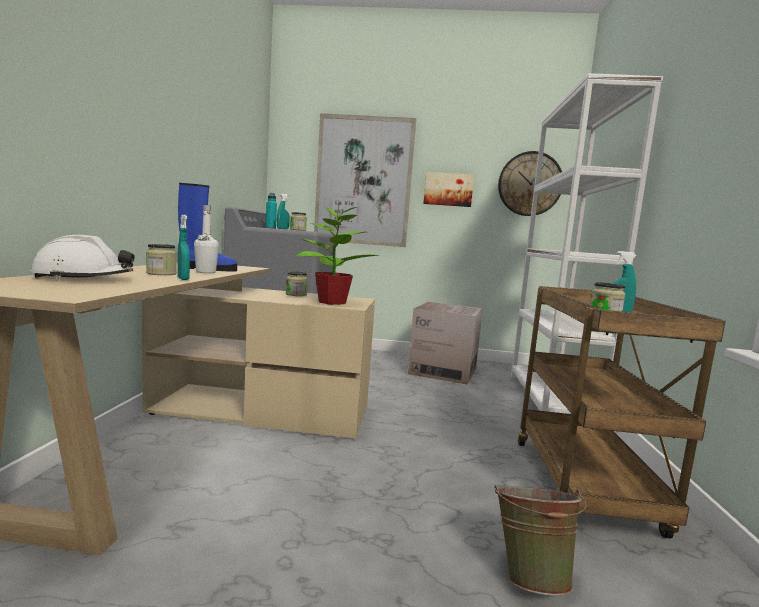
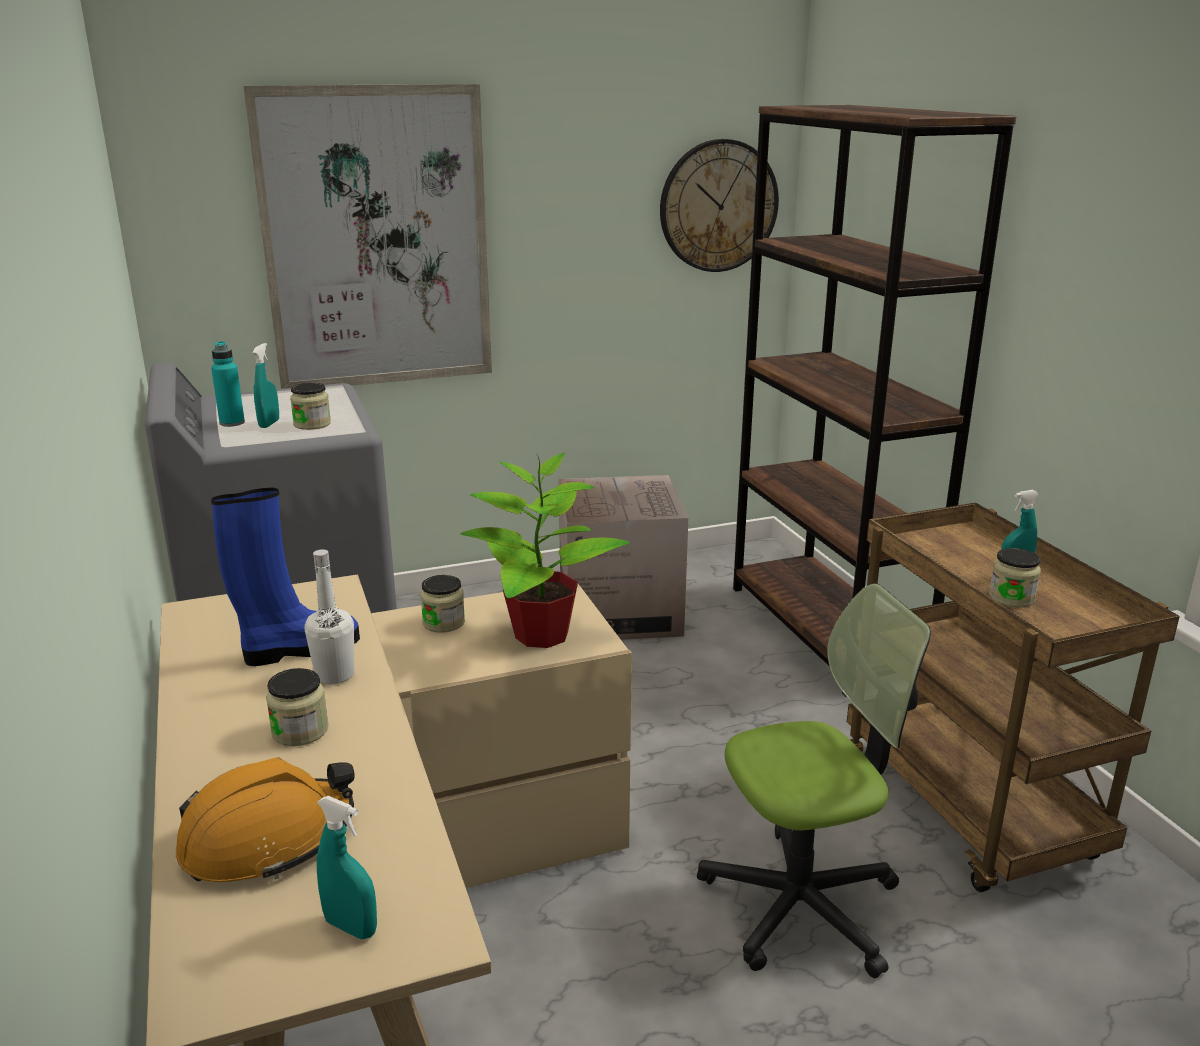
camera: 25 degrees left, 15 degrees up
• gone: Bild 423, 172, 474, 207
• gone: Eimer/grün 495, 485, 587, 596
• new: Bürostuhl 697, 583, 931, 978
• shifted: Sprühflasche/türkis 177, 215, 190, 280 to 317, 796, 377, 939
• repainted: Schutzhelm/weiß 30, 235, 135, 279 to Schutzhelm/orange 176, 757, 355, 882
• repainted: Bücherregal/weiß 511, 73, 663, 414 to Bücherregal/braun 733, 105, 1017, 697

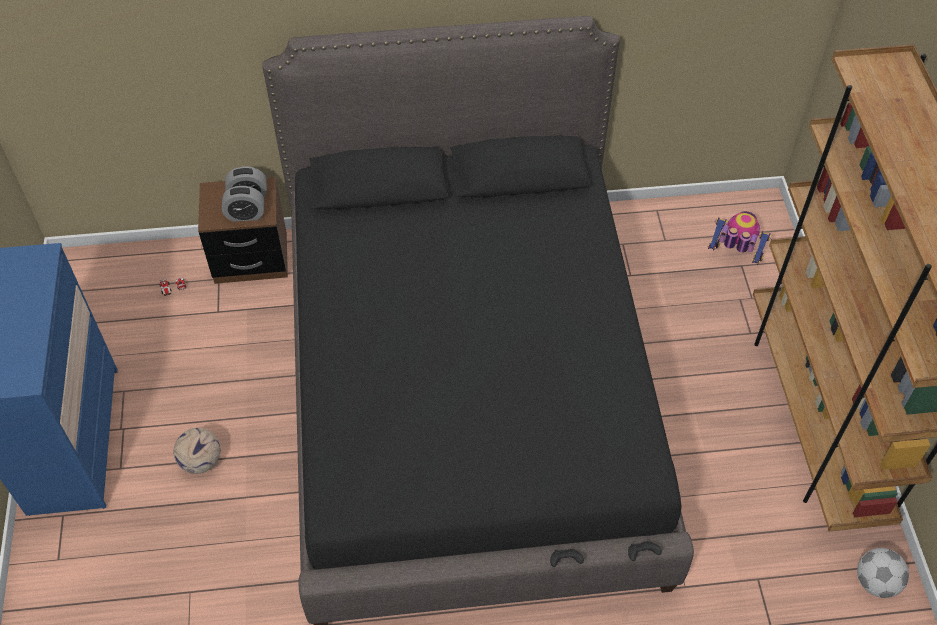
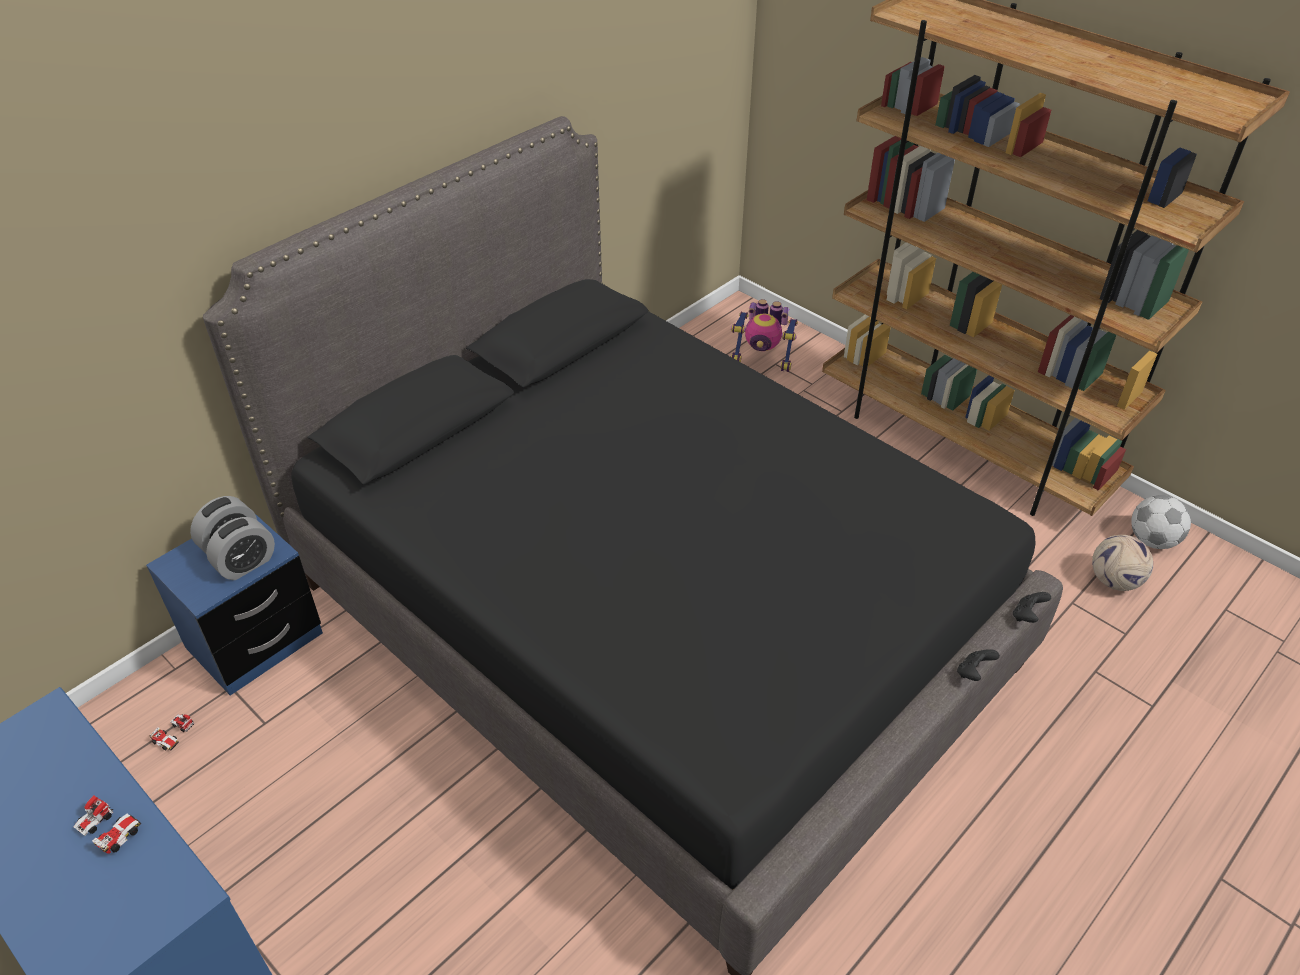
camera: 40 degrees left, 10 degrees down
• new: Spielzeugauto 73, 795, 141, 854
• shifted: Fußball 173, 428, 221, 474 to 1092, 535, 1153, 591
• repainted: Nachttisch/braun 198, 177, 288, 284 to Nachttisch/blau 146, 514, 323, 696
• rotated: Spielzeugroboter 708, 211, 772, 265 = 731, 299, 798, 372 150 degrees counterclockwise

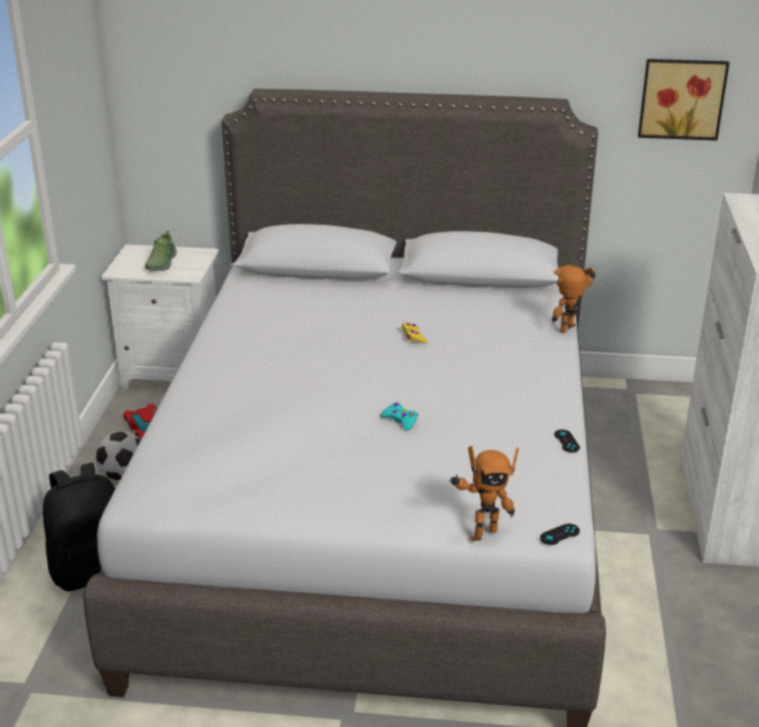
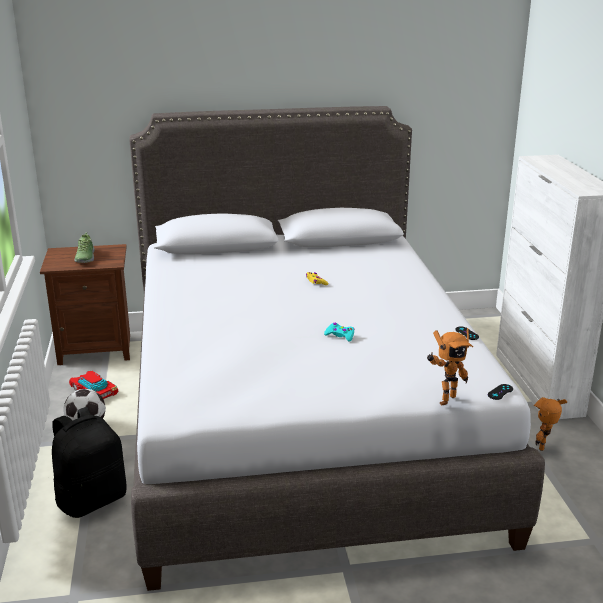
camera: 15 degrees left, 5 degrees down
• gone: Bild 638, 59, 729, 141
• shifted: Spielzeugroboter 552, 265, 595, 333 to 534, 397, 567, 451
• repainted: Nachttisch/weiß 101, 244, 219, 390 to Nachttisch/braun 40, 244, 130, 365

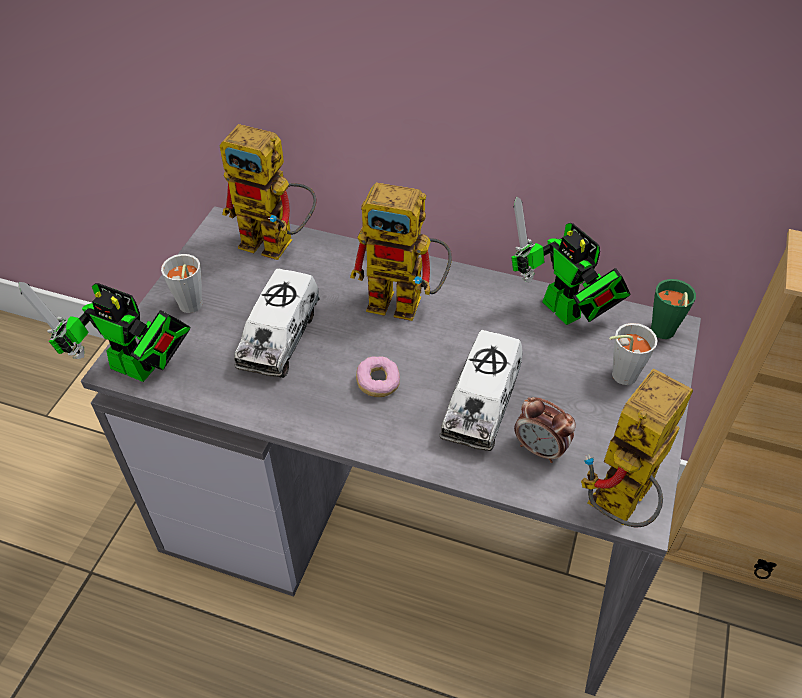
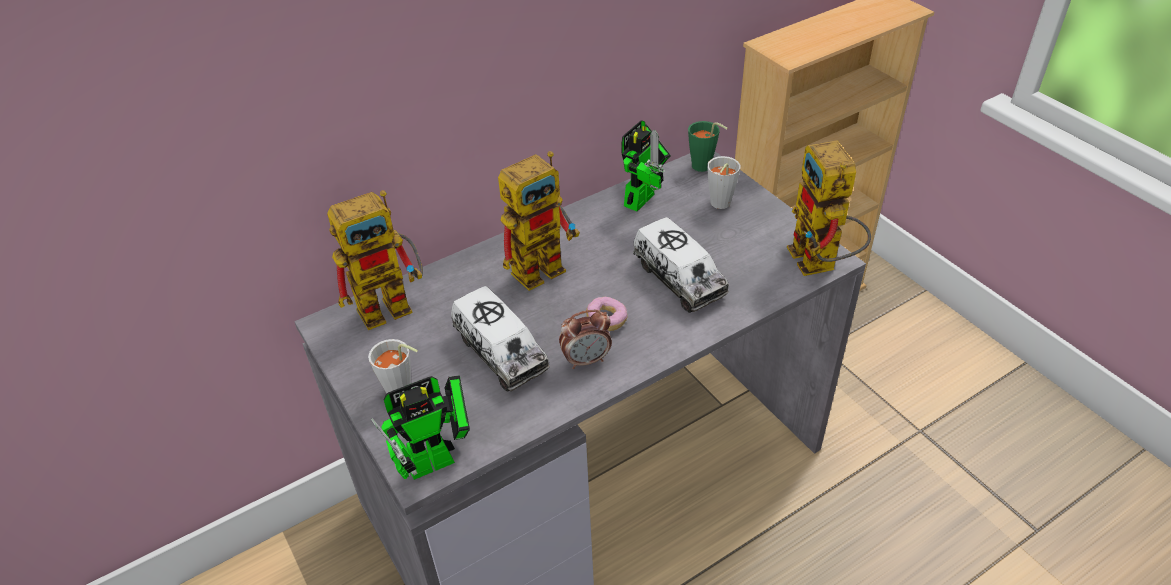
camera: 50 degrees left, 5 degrees down
• shifted: Wecker 514, 397, 576, 463 to 559, 310, 612, 369
• rotated: Spielzeugroboter 511, 196, 631, 325 = 622, 120, 671, 211 60 degrees counterclockwise

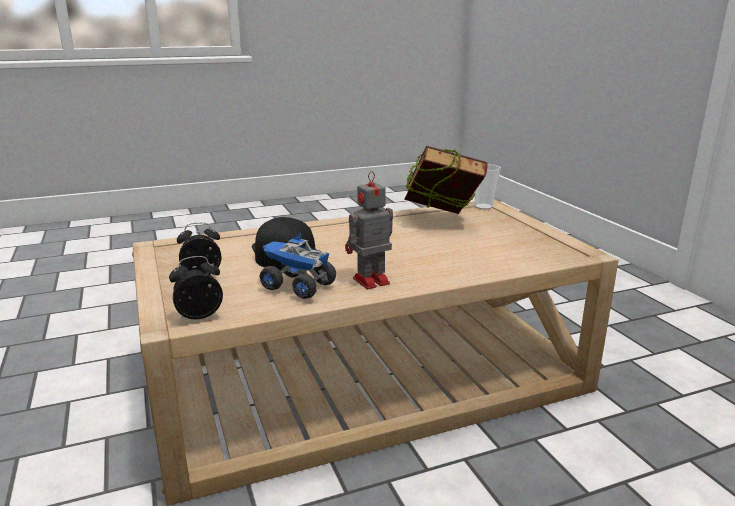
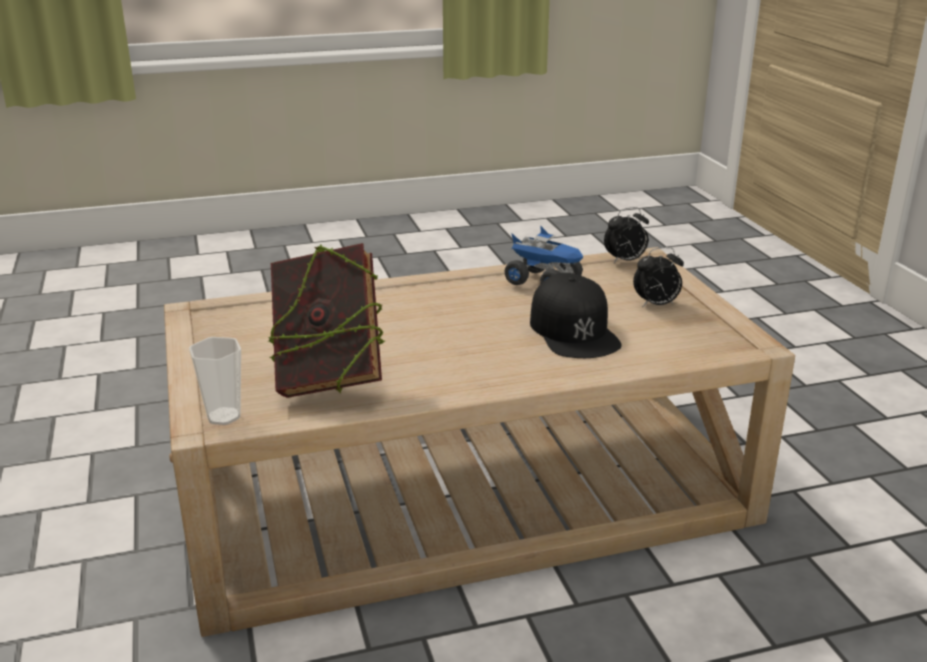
camera: 175 degrees left, 5 degrees up
• gone: Spielzeugroboter 345, 171, 393, 289

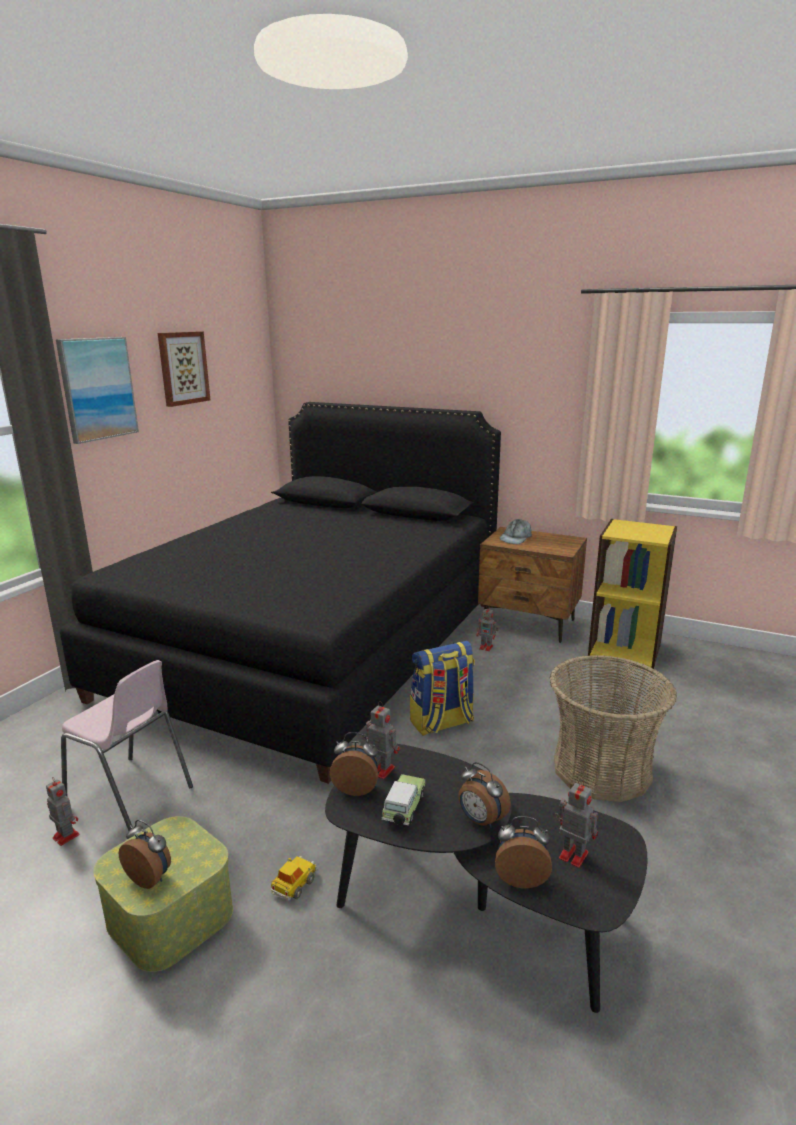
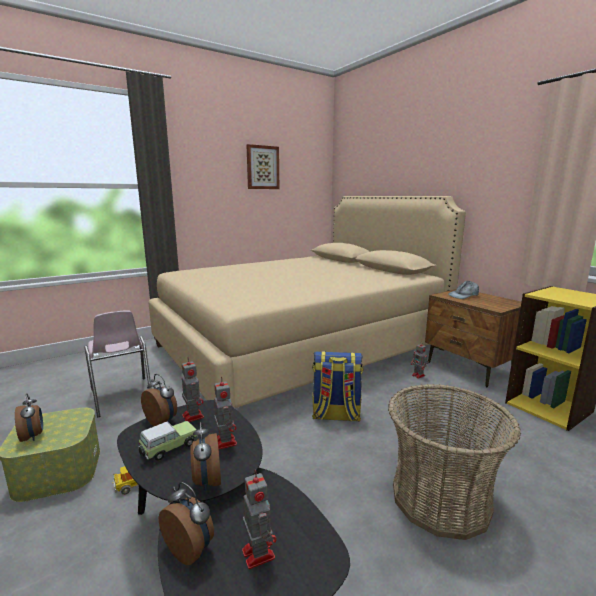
camera: 30 degrees right, 5 degrees down
• gone: Bild 56, 337, 139, 444
• shifted: Spielzeugroboter 46, 777, 80, 846 to 214, 376, 237, 449
• repainted: Bett/schwarz 59, 402, 501, 784 to Bett/beige 148, 196, 466, 408

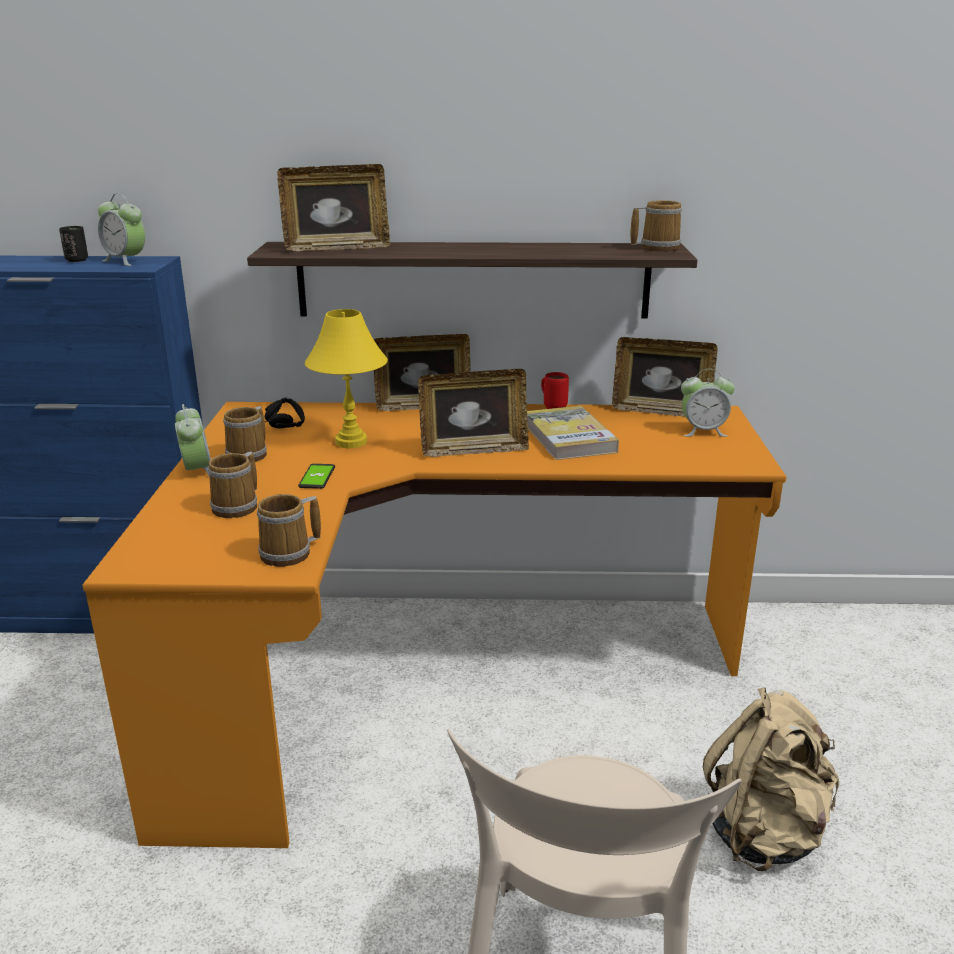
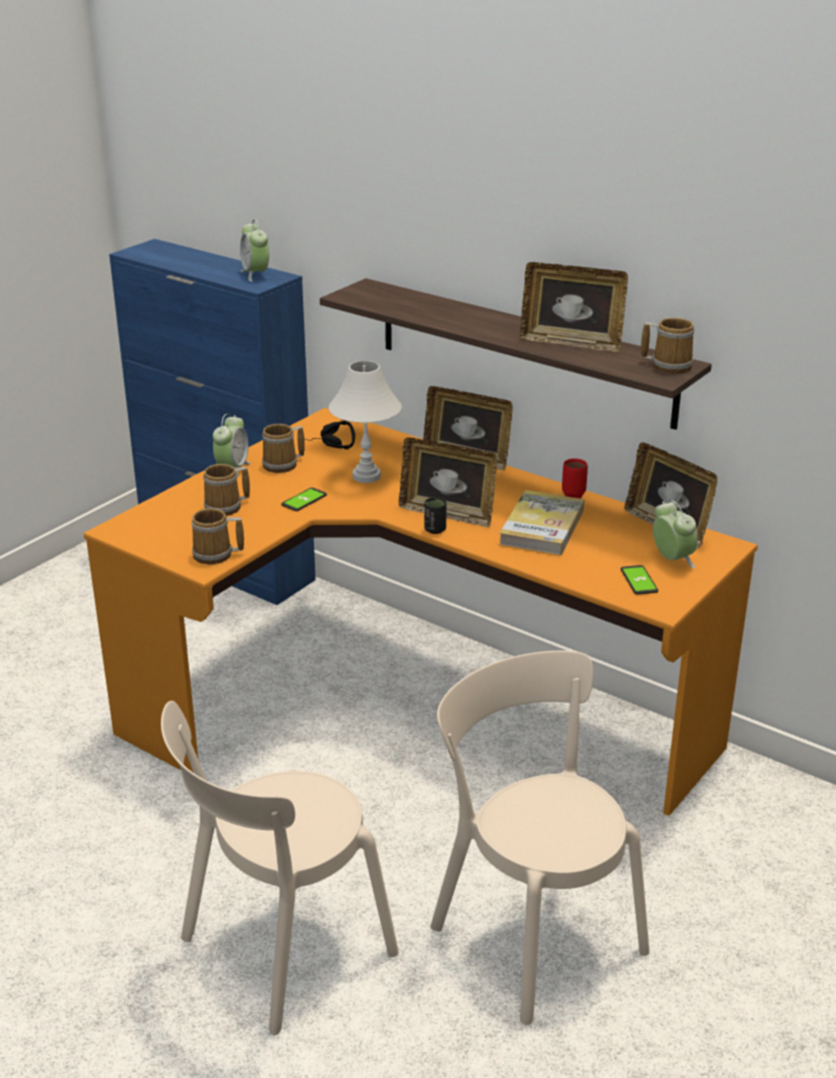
camera: 35 degrees right, 5 degrees up
• new: Handy 621, 565, 658, 595
• shifted: Tasse/schwarz 59, 226, 88, 262 to 424, 497, 446, 534
• shifted: Bilderrahmen 278, 164, 390, 251 to 520, 262, 628, 352
• swapped: Rucksack/beige 703, 687, 839, 871 to Stuhl/beige 430, 651, 650, 1025
• repainted: Tischlampe/gelb 305, 309, 388, 448 to Tischlampe/weiß 329, 361, 402, 483
• rotated: Wecker 681, 369, 735, 437 = 653, 500, 697, 568 150 degrees counterclockwise

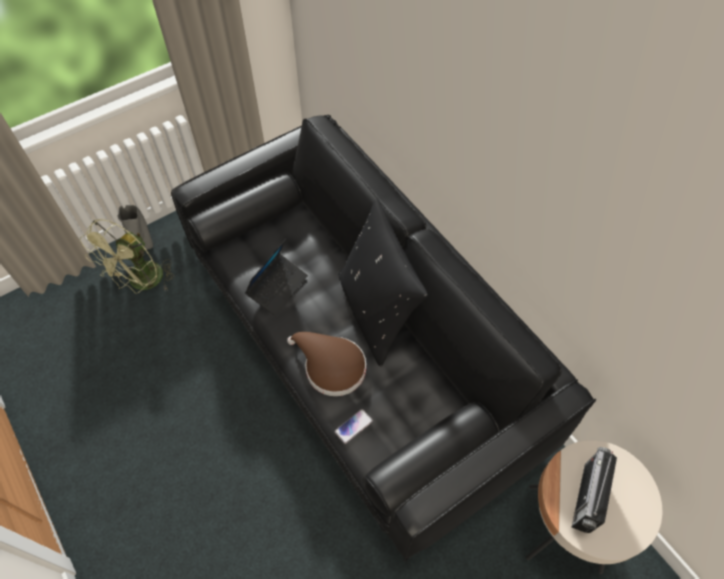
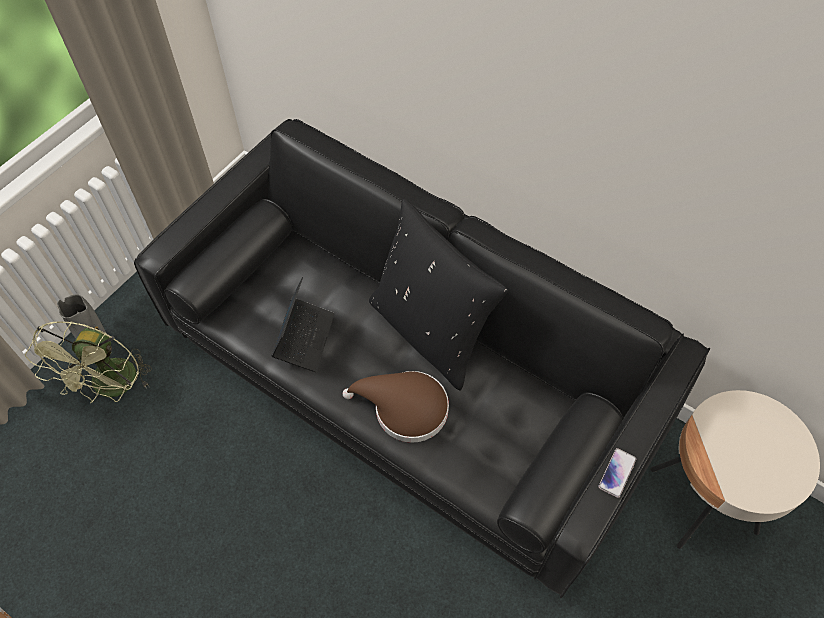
camera: 20 degrees left, 0 degrees up
• gone: Radio 572, 447, 617, 533
• shifted: Handy 335, 409, 373, 444 to 598, 448, 636, 498

